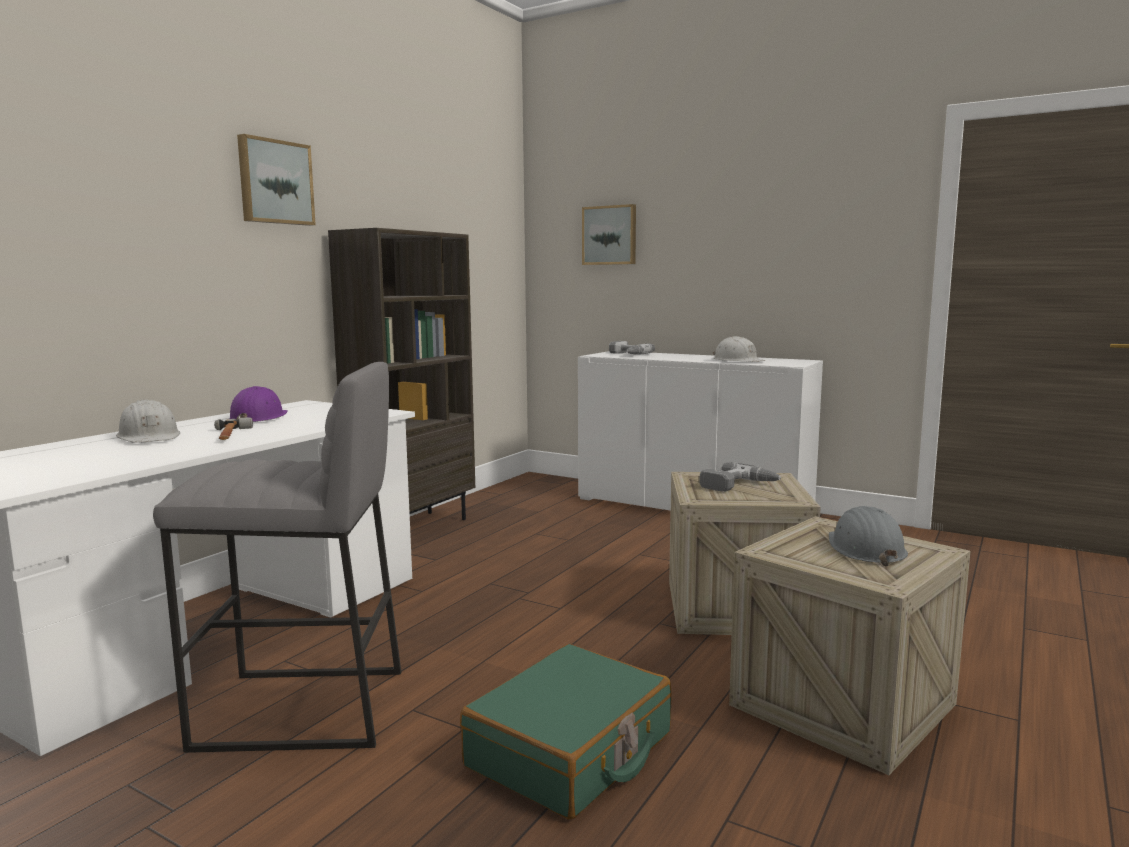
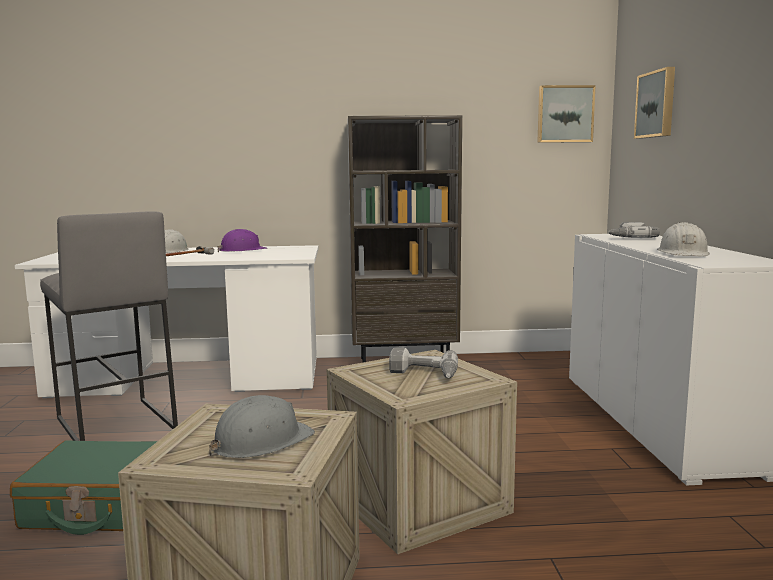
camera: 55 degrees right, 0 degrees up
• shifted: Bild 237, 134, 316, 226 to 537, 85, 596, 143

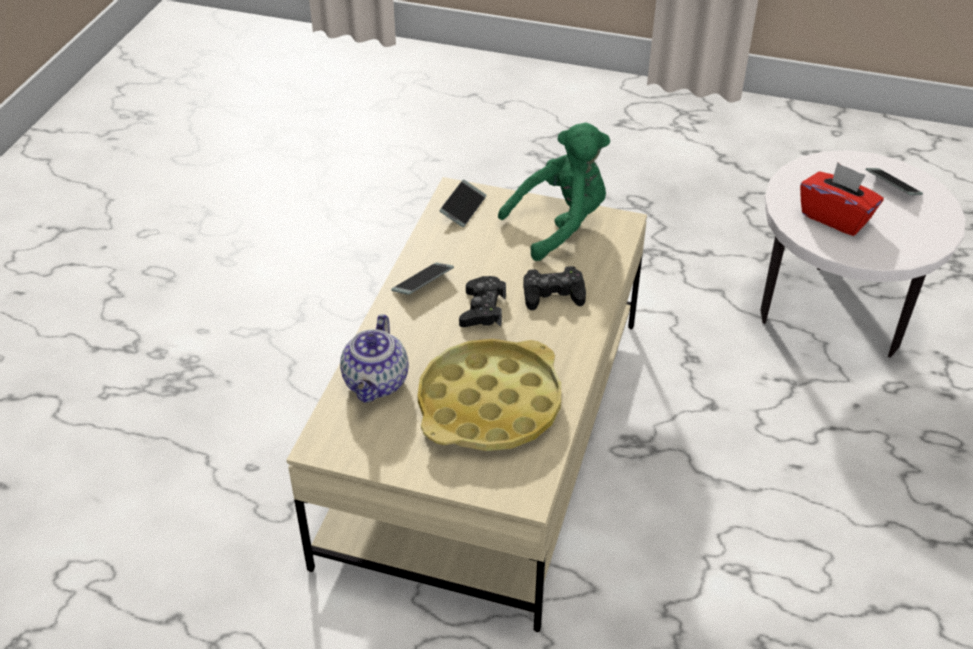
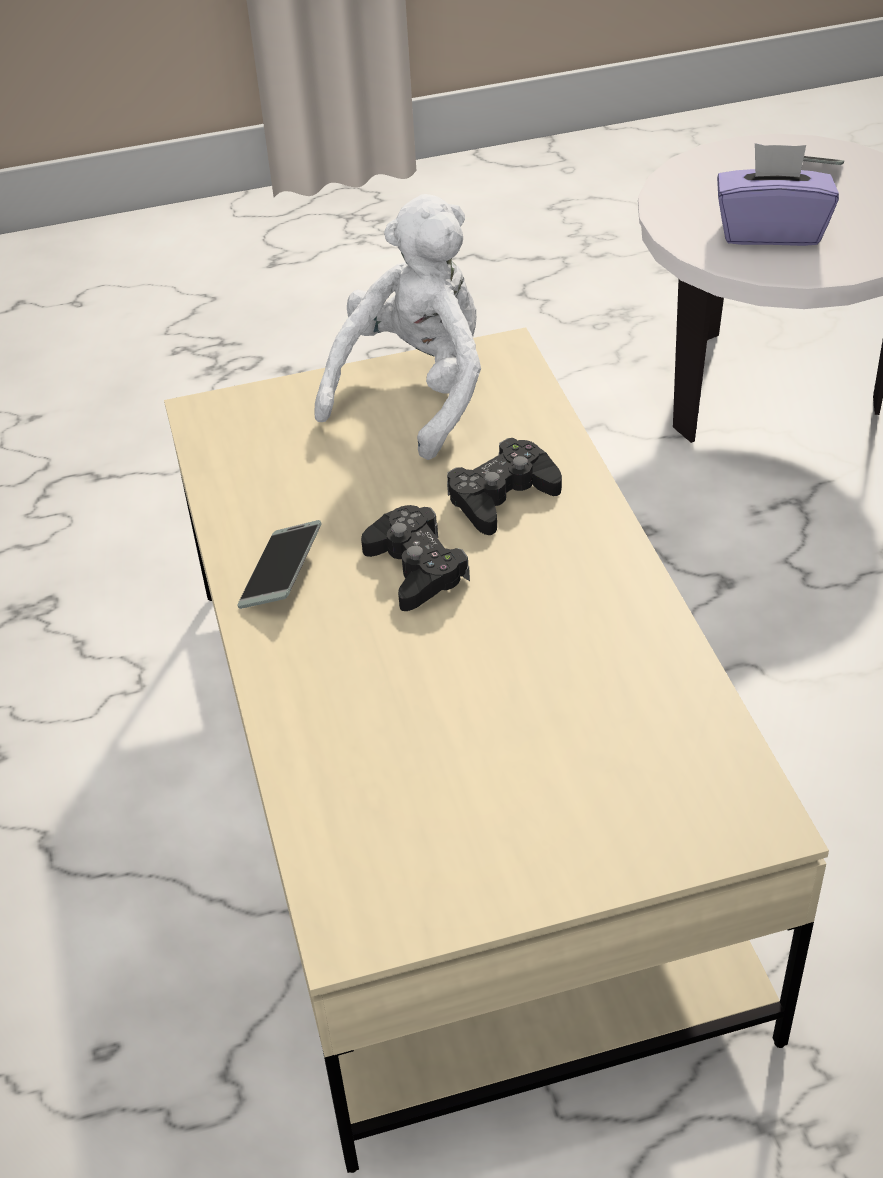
camera: 30 degrees left, 0 degrees up
• gone: Teekanne 340, 314, 409, 403
• gone: Tablett/gelb 418, 339, 561, 451
• gone: Handy 440, 180, 486, 227
• repainted: Plüschtier/grün 498, 123, 610, 261 to Plüschtier/weiß 315, 194, 481, 460
• repainted: Taschentuchbox/rot 800, 162, 884, 236 to Taschentuchbox/lila 717, 143, 839, 246

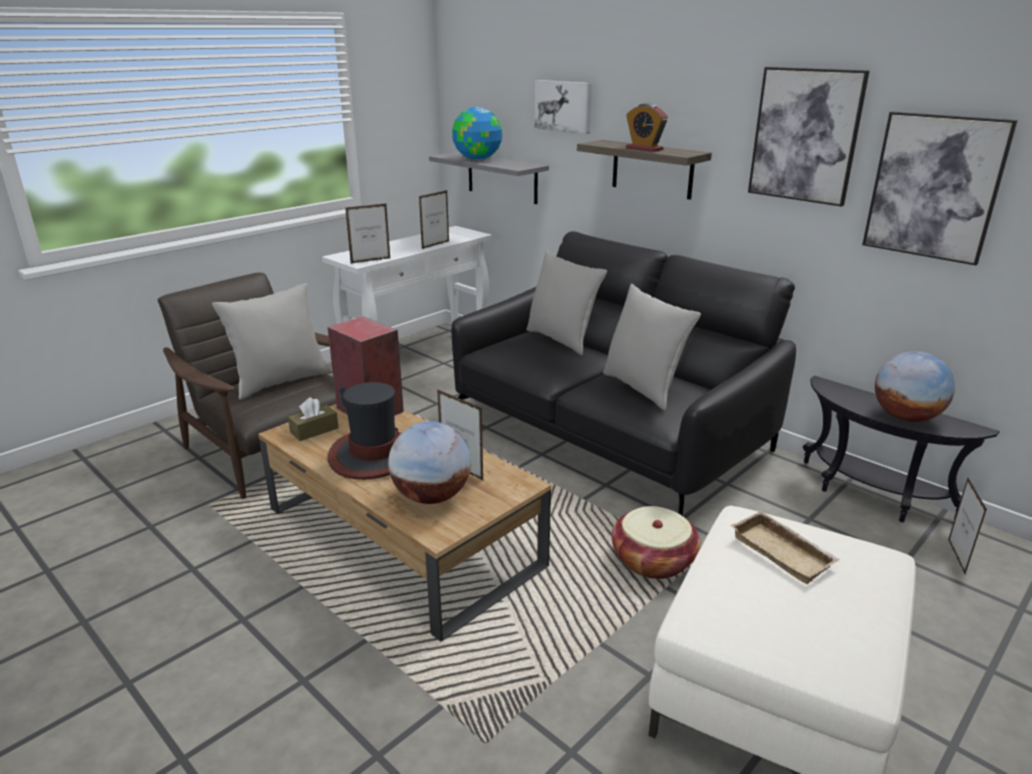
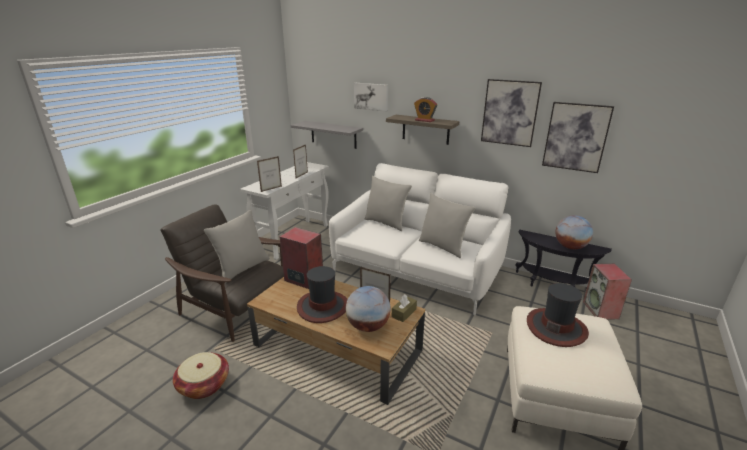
camera: 15 degrees left, 0 degrees up
• gone: Globus 452, 107, 502, 160
• shifted: Taschentuchbox/braun 288, 397, 339, 441 to 392, 294, 417, 322
• shifted: Korb 611, 506, 701, 579 to 173, 352, 229, 399
• swapped: Tablett/beige 731, 511, 840, 584 to Hut 527, 283, 589, 347
• swapped: Bilderrahmen 948, 478, 987, 574 to Lautsprecher 583, 264, 632, 320
• repainted: Sofa/schwarz 451, 231, 796, 515 to Sofa/weiß 329, 163, 511, 315

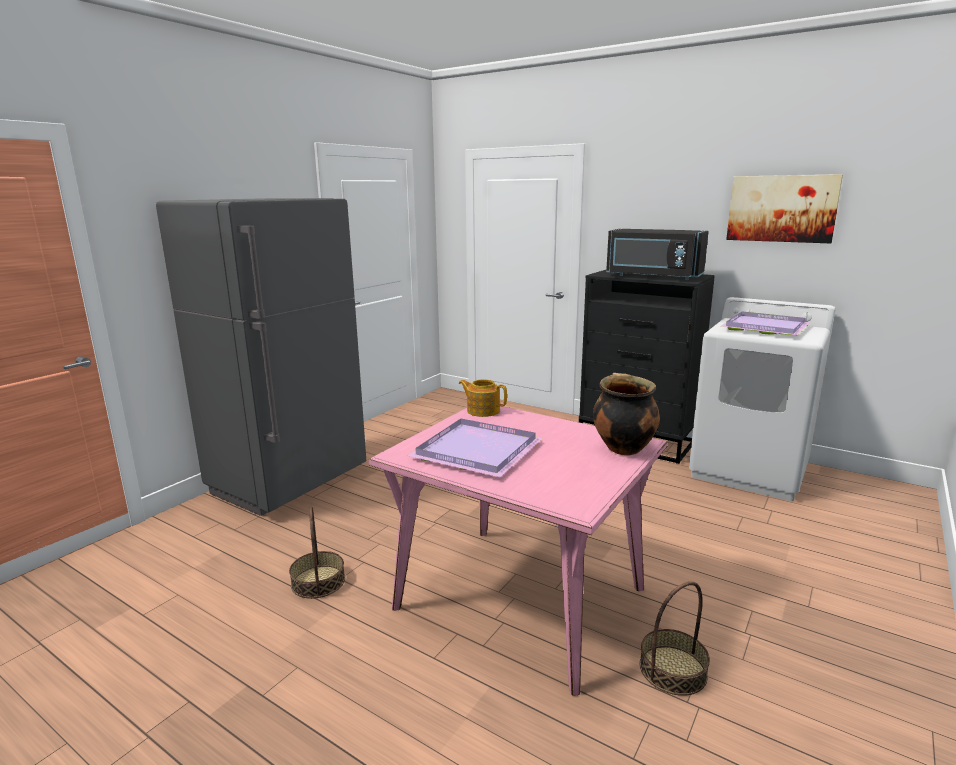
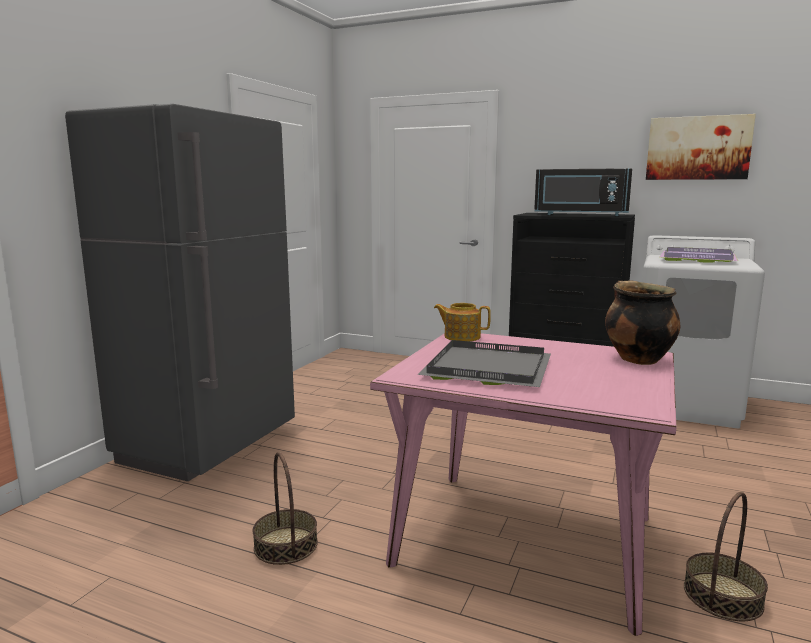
camera: 10 degrees left, 5 degrees down
• repainted: Tablett/lila 407, 419, 542, 477 to Tablett/grau 418, 340, 551, 387

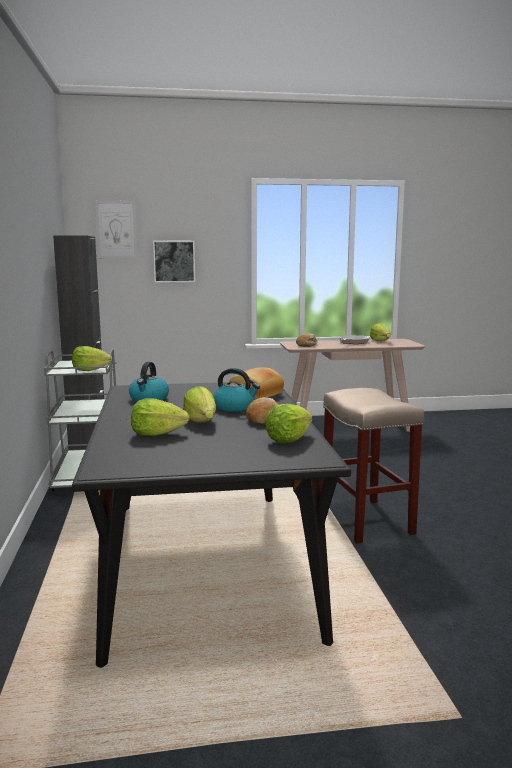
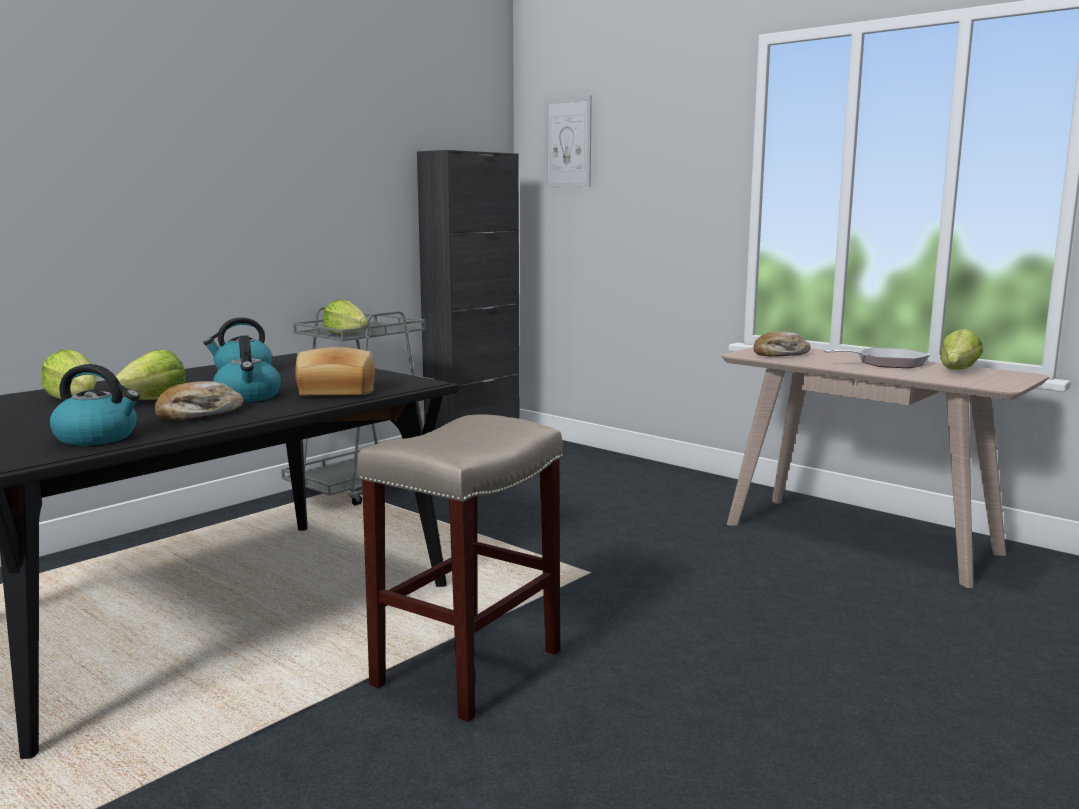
camera: 50 degrees right, 0 degrees up
• gone: Bild 153, 241, 195, 283
• swapped: Salatkopf 265, 404, 312, 443 to Wasserkessel 50, 364, 140, 446

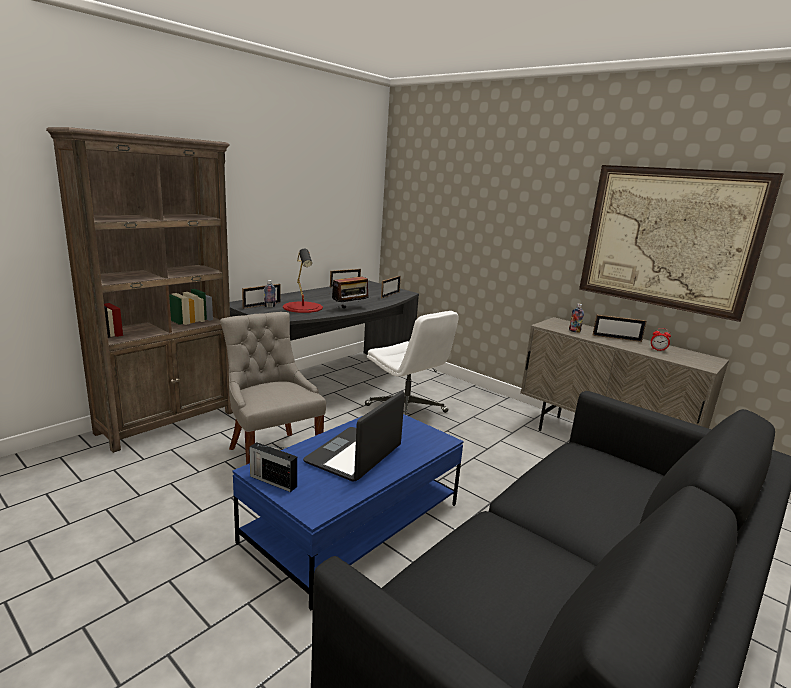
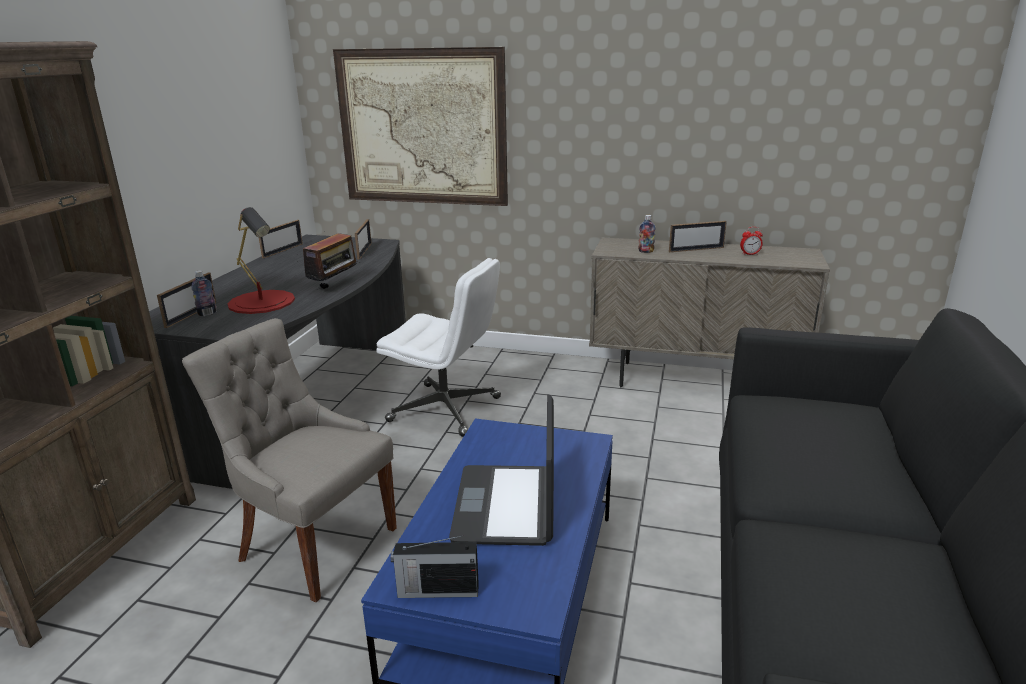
camera: 25 degrees left, 5 degrees up
• shifted: Bild 579, 165, 784, 322 to 333, 47, 508, 206

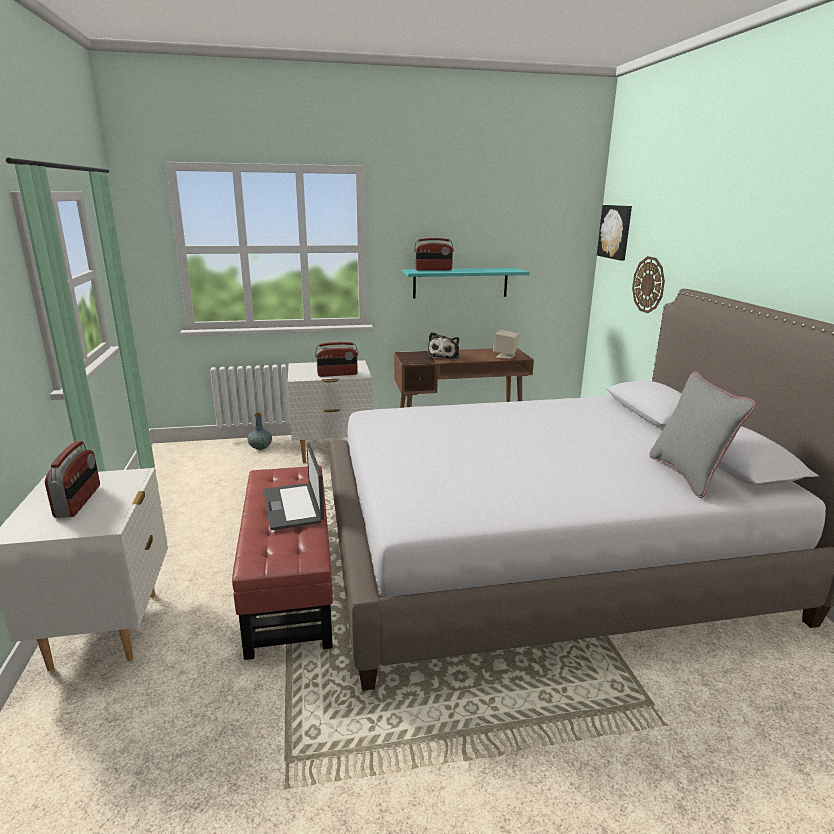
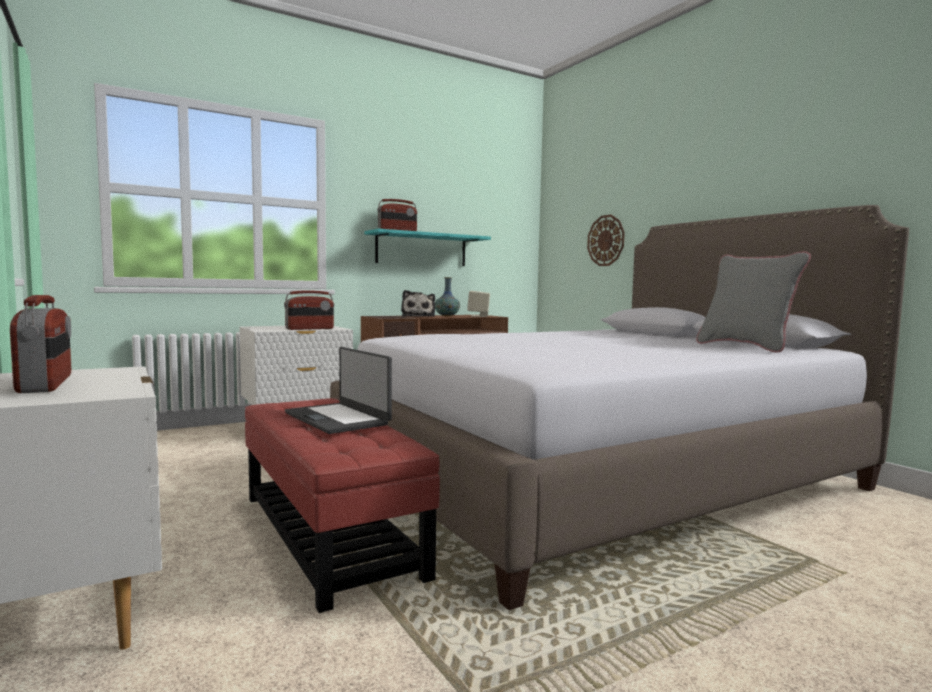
camera: 20 degrees left, 15 degrees down
• gone: Bild 597, 205, 632, 261
• shifted: Vase 248, 413, 272, 450 to 435, 277, 460, 316

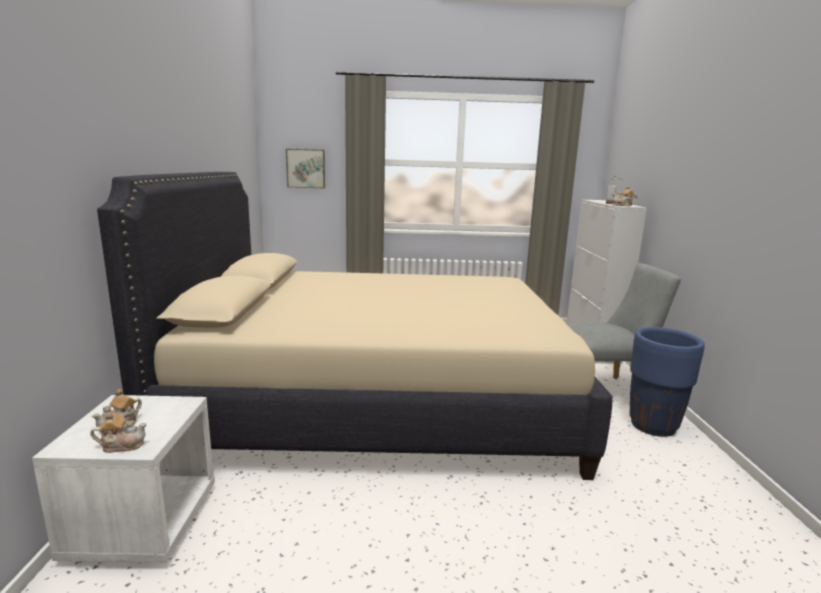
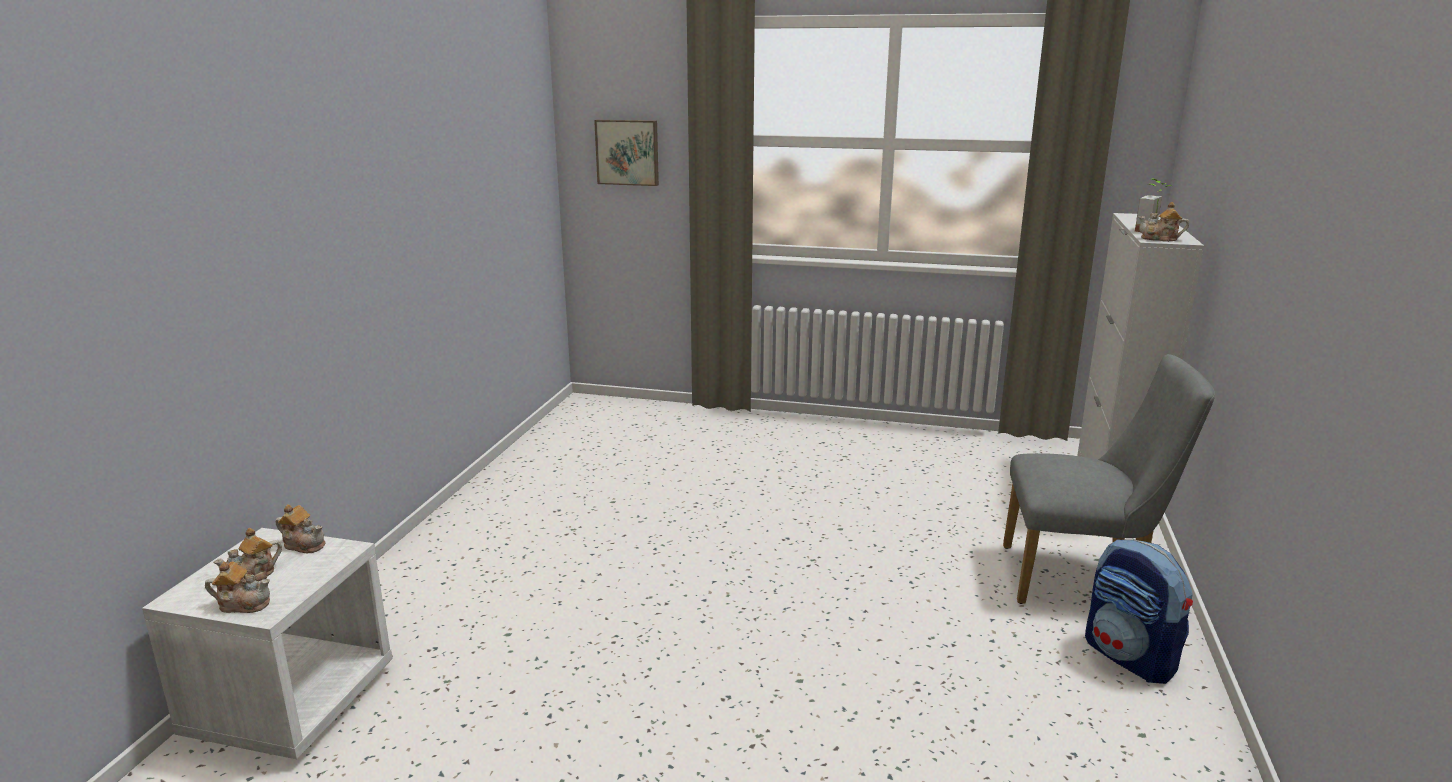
camera: 15 degrees right, 5 degrees up
• gone: Bett/beige 97, 172, 612, 480
• new: Teekanne 276, 504, 325, 553
• swapped: Pflanzkübel/blau 630, 327, 705, 437 to Rucksack 1085, 539, 1193, 684

